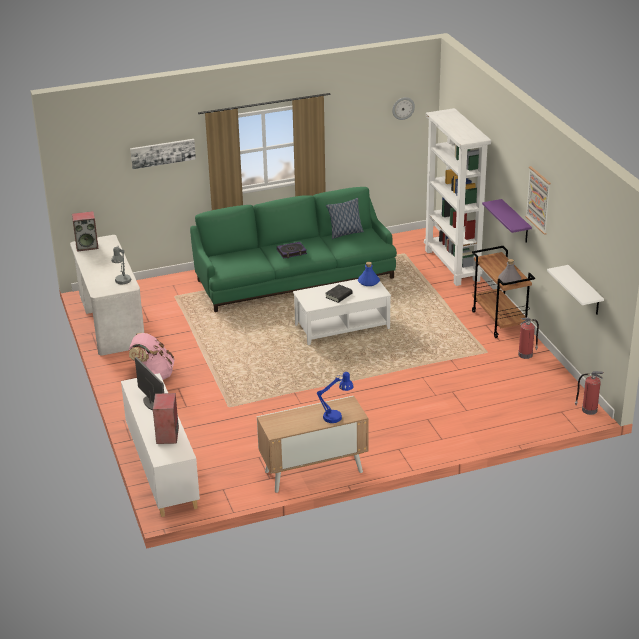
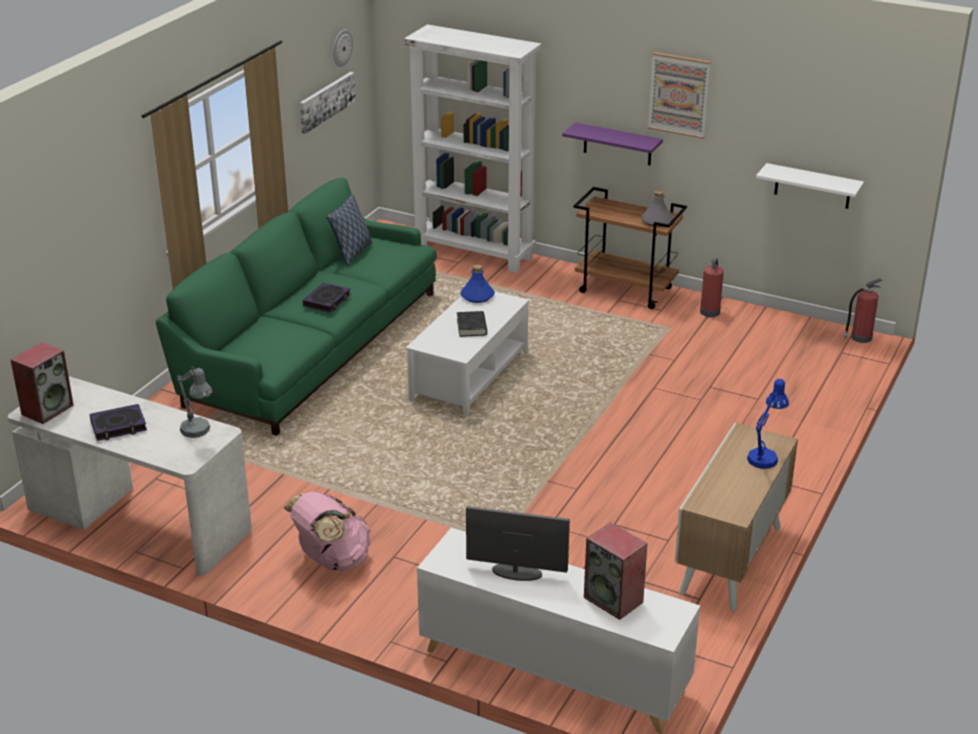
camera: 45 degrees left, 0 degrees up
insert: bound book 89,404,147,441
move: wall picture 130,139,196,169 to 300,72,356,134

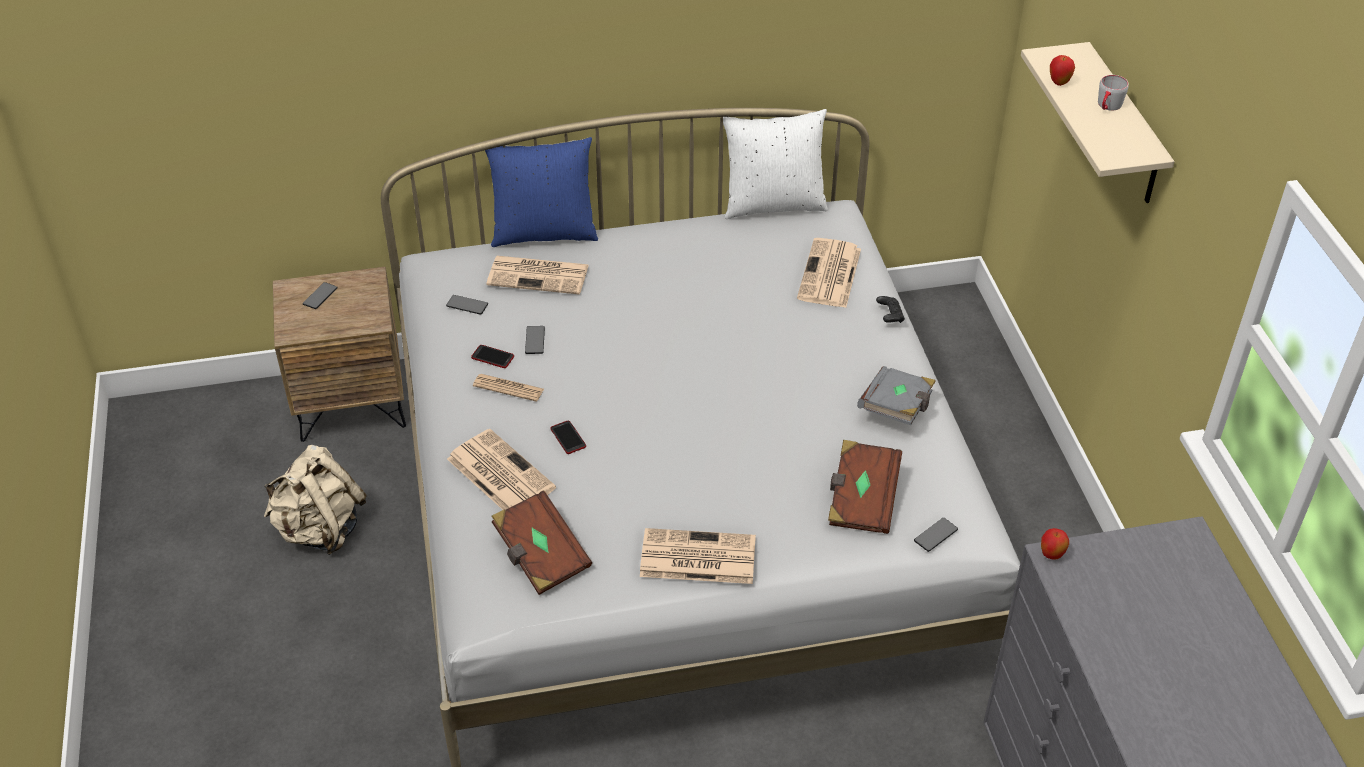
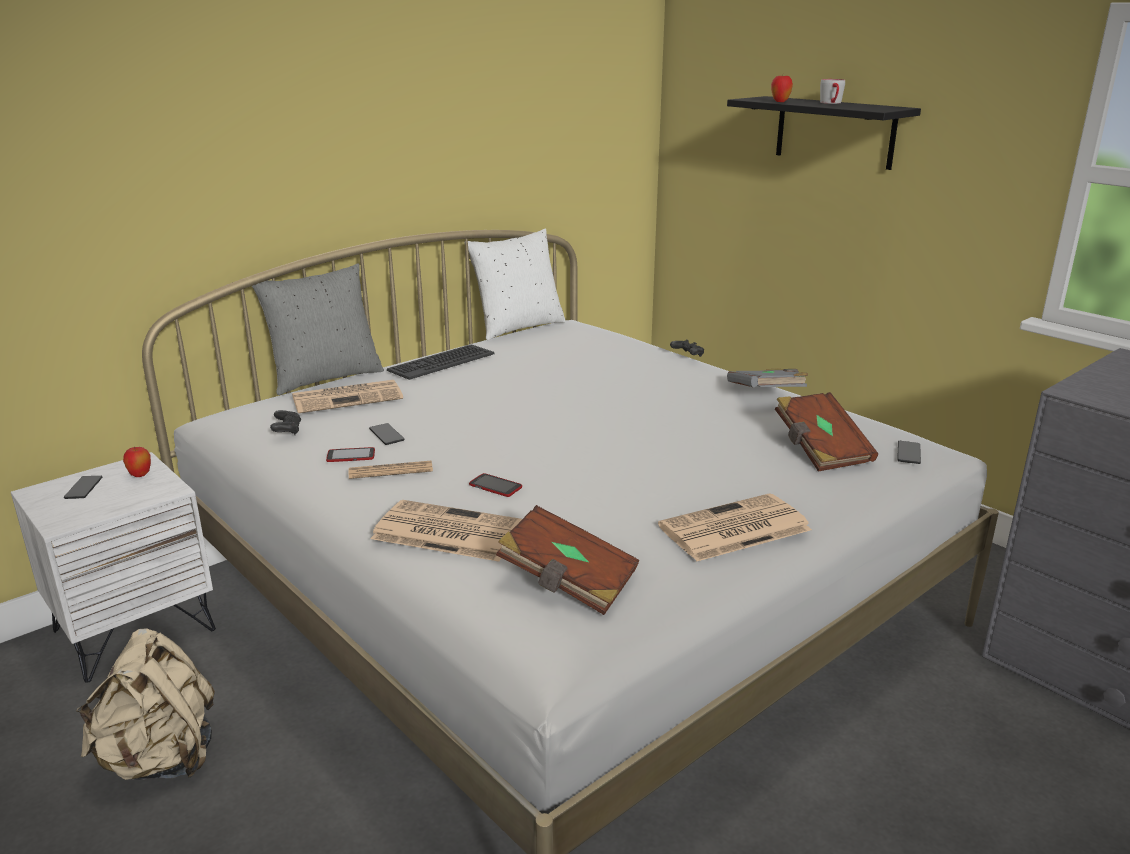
camera: 30 degrees left, 20 degrees down
delete: printed paper 797,238,861,308
insert: keyboard 387,344,495,380
move: apple 1041,528,1069,560 to 123,447,151,477
replace: phone 446,295,488,315 to black-coloured game controller 270,410,301,435
recolor: sand-coloured bracket shelf 1021,42,1175,203 to black-coloured bracket shelf 727,96,921,170; bluish cushion 485,137,598,247 to gray cushion 252,263,384,395; brown-coloured nightstand 273,267,406,442 to white nightstand 11,452,216,683

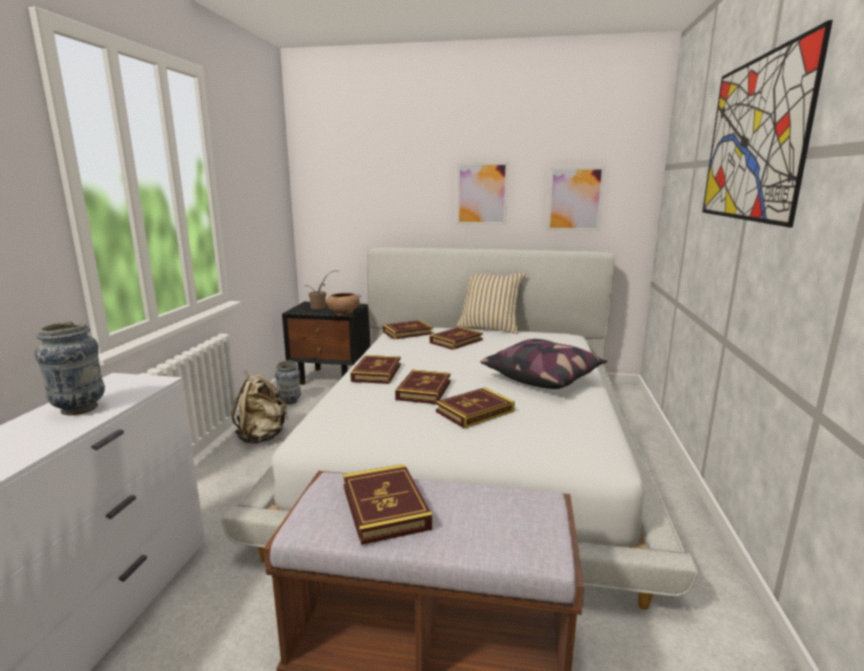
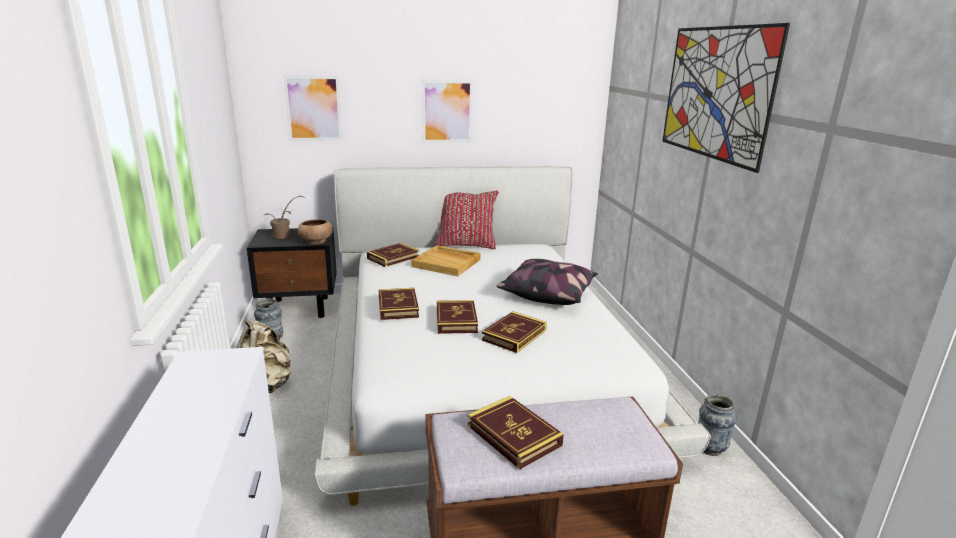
camera: 20 degrees left, 5 degrees up
move: wall picture 547,167,605,231 to 283,75,343,141; vase 35,321,105,415 to 698,394,737,456
replace: bound book 429,327,483,350 to sand-coloured serving tray 412,245,481,276
recolor: sand-coloured cushion 456,273,526,334 to red-coloured cushion 435,191,499,249

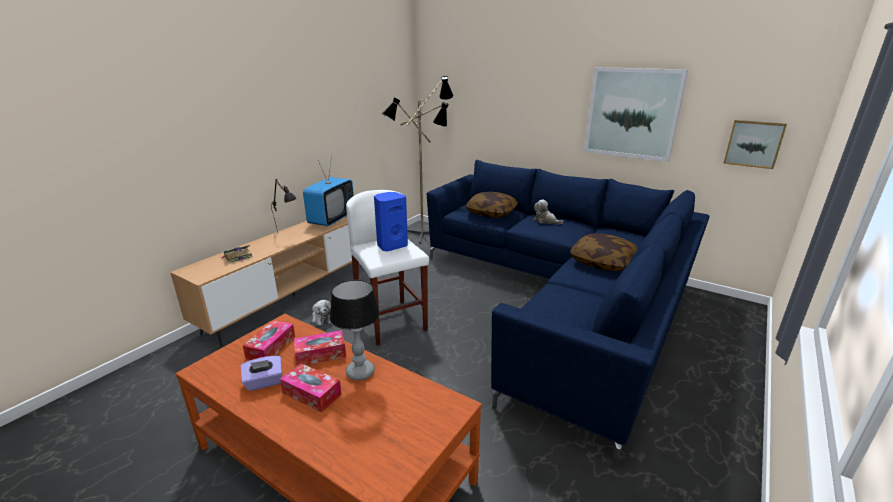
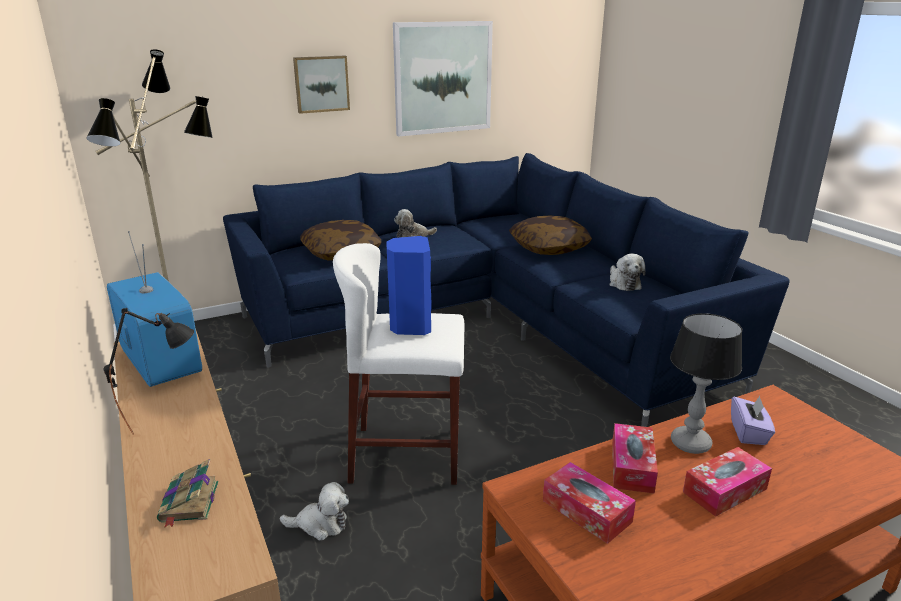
camera: 60 degrees left, 0 degrees up
insert: cuddly toy 610,254,646,291
move: wall picture 723,120,787,169 to 293,56,350,114; purple-coloured tissue box 241,356,282,391 to 731,396,775,445

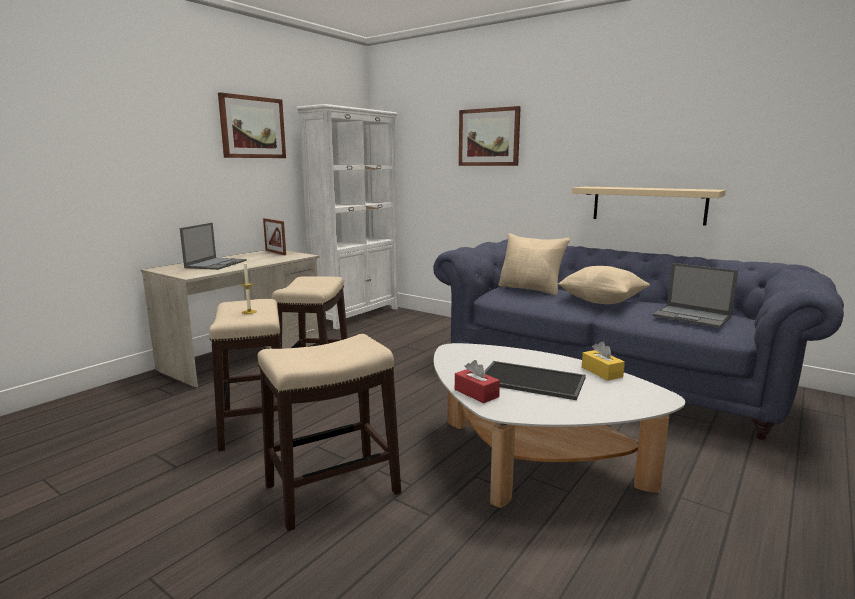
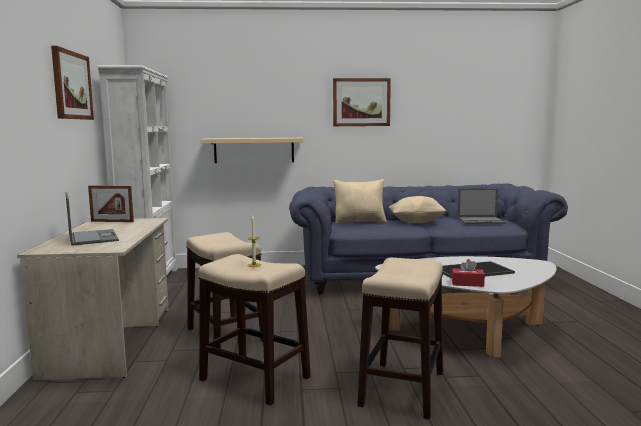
camera: 40 degrees left, 5 degrees down
delete: yellow tissue box 582,341,625,381
move: wall picture 459,106,521,166 to 333,78,391,126; sand-coloured bracket shelf 572,187,726,226 to 200,138,304,163

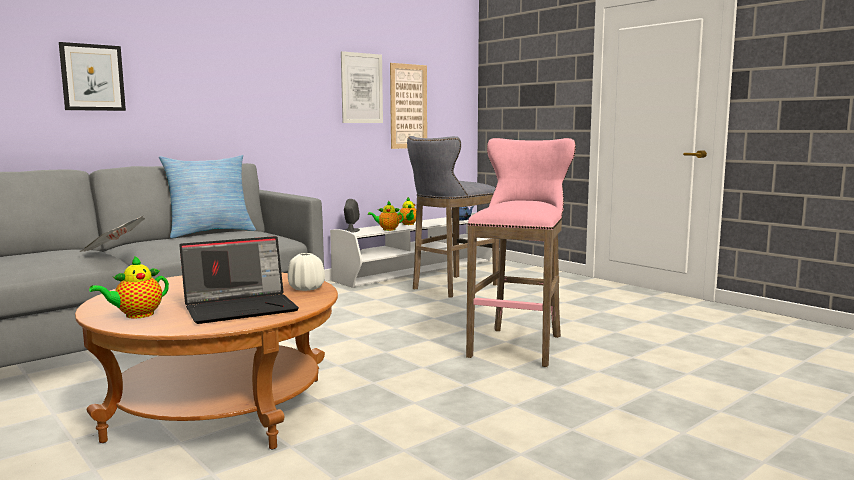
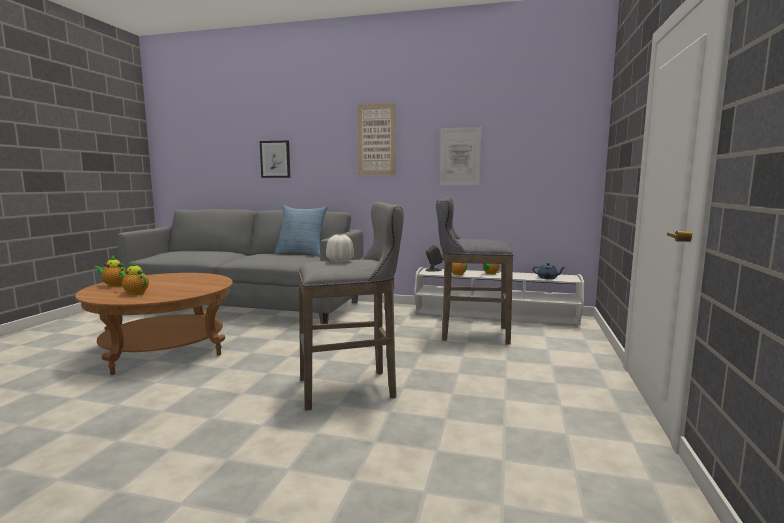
camera: 55 degrees right, 0 degrees up
delete: printed paper 79,216,145,252
move: wall picture 390,63,427,149 to 358,103,395,175; white vase 288,253,325,291 to 326,234,354,262
replace: portable computer 179,236,299,324 to teapot 119,261,149,295
recolor: pink-coloured stool 466,138,576,367 to gray stool 298,202,404,411

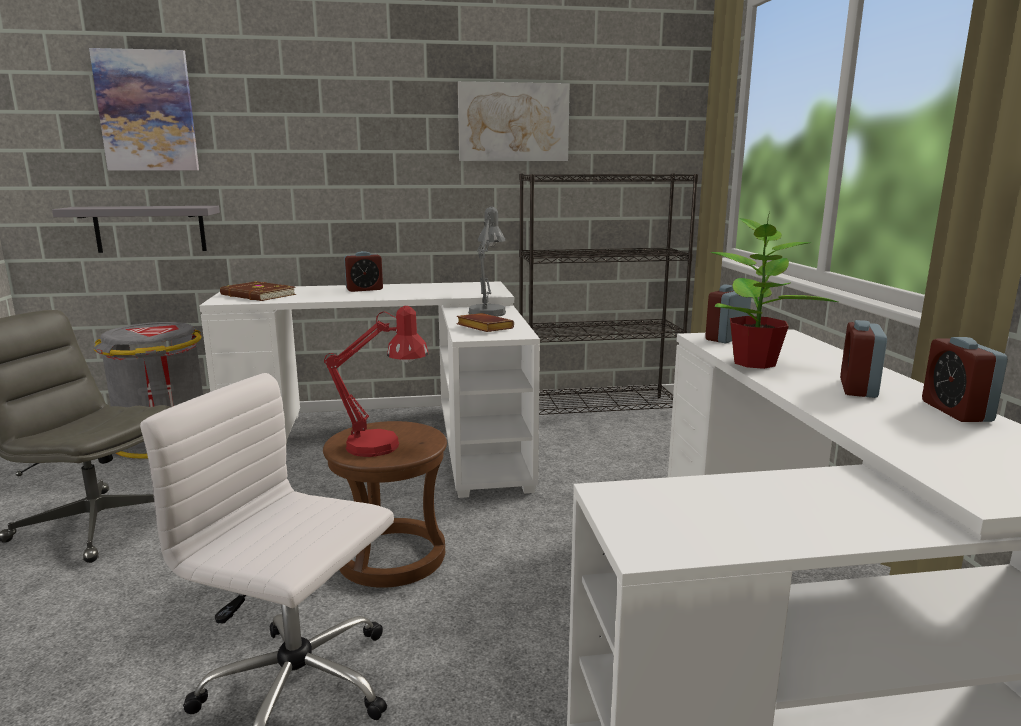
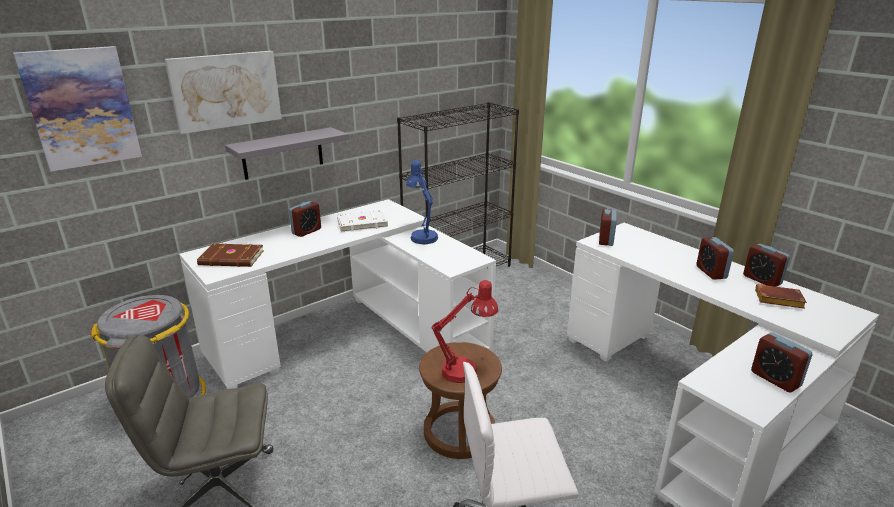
camera: 30 degrees left, 10 degrees up
delete: plant in a pot 710,212,838,369
insert: white bound book 337,210,388,232; table clock 751,333,813,393
move: wall picture 458,81,570,161 to 165,51,282,134; gray bracket shelf 52,206,220,253 to 225,127,349,180; brown-coloured bound book 457,313,514,332 to 755,284,807,309
recolor: gray tabletop lamp 468,207,506,317 to bluish tabletop lamp 406,160,438,244

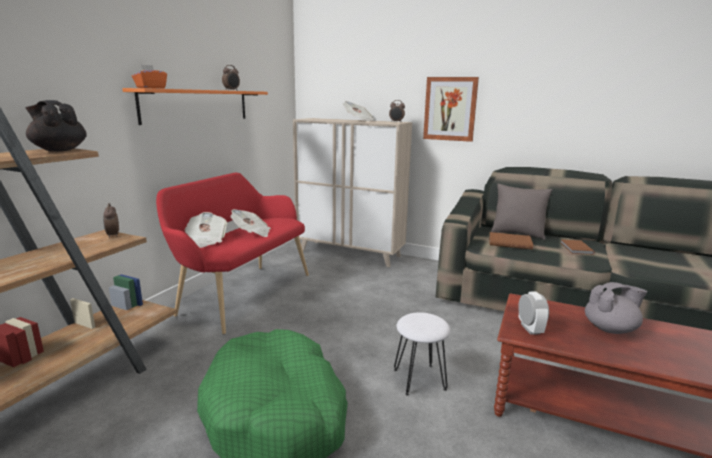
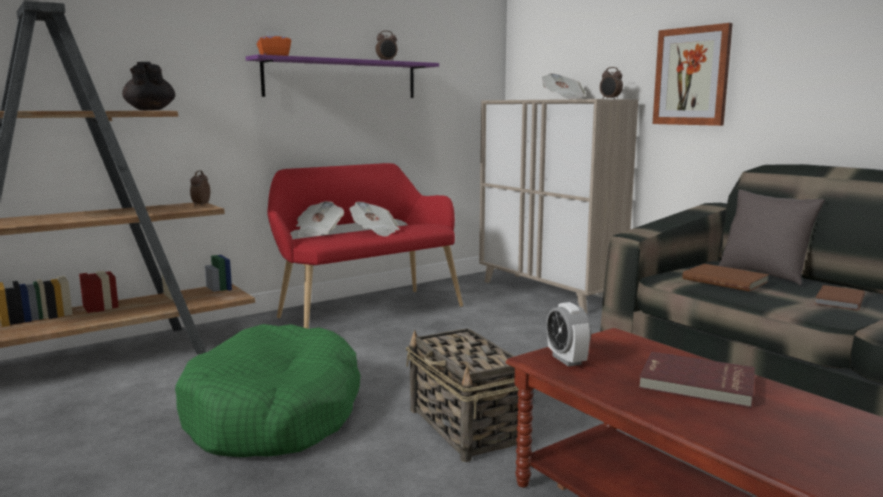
camera: 30 degrees right, 5 degrees down
replace: gray teapot 585,282,647,334 to red-coloured bound book 639,352,755,408; white stool 394,312,451,395 to storage basket 406,328,519,462
recolor: orange-coloured bracket shelf 122,88,268,125 to purple-coloured bracket shelf 246,54,439,98
rotate: table clock 518,292,549,335 = 546,302,591,367 135 degrees clockwise

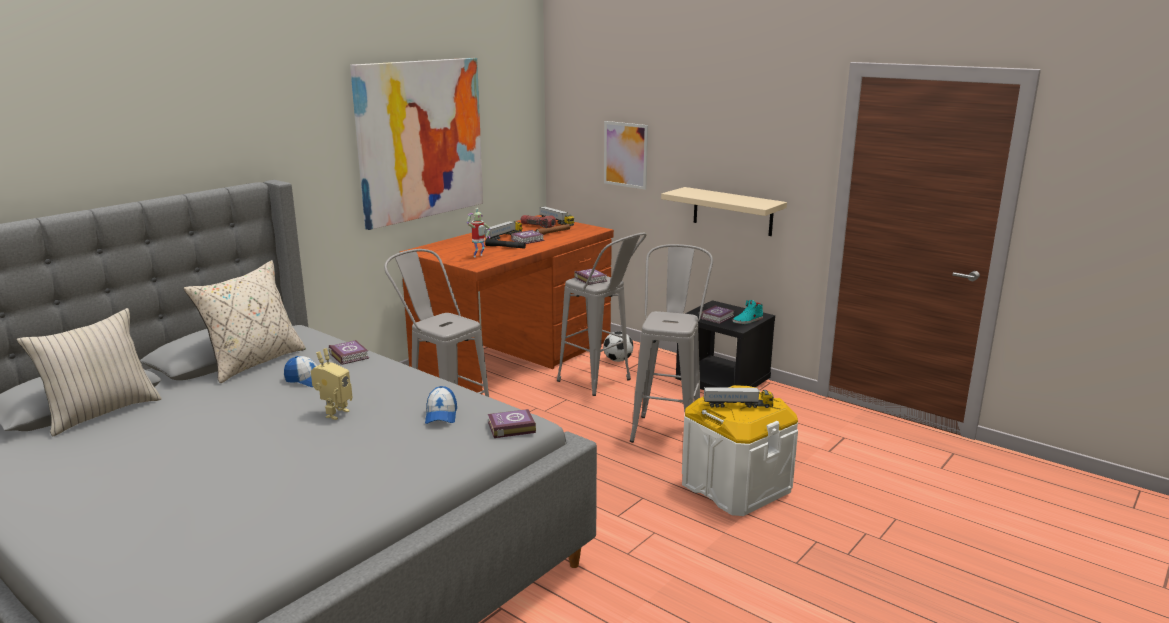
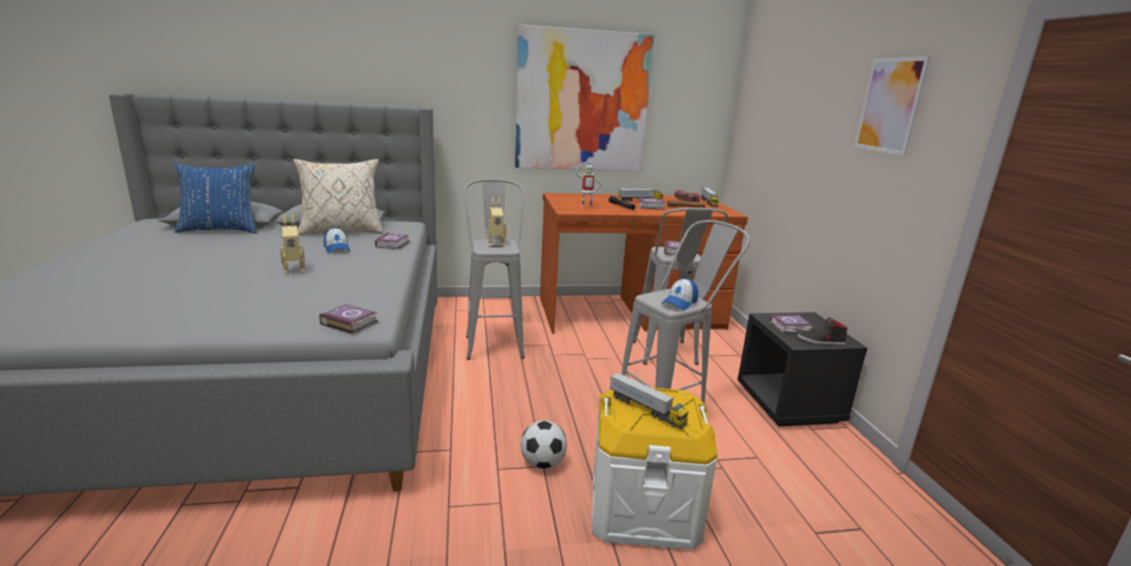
camera: 40 degrees right, 0 degrees up
delete: sand-coloured bracket shelf 661,187,787,236
insert: robot figure 488,197,506,246
move: wall picture 604,121,648,190 to 854,56,931,156; football 603,331,633,362 to 521,421,567,469; peaked cap 425,386,457,424 to 661,278,699,310
recolor: turquoise-coloured item of footwear 732,300,763,324 to black-coloured item of footwear 798,318,848,345; sand-coloured cushion 17,308,162,436 to bluish cushion 174,163,257,233

